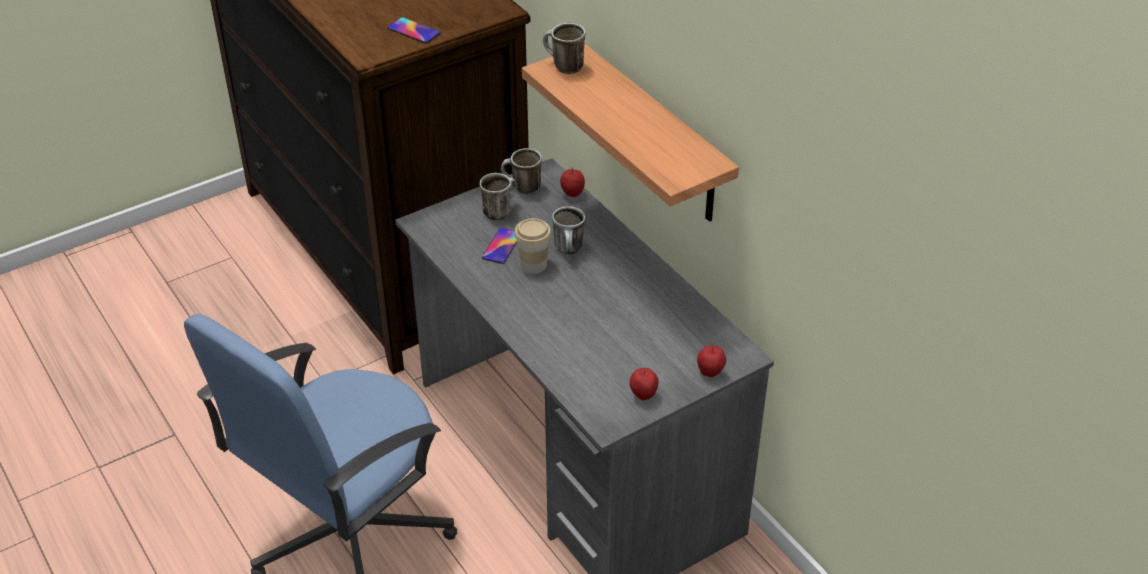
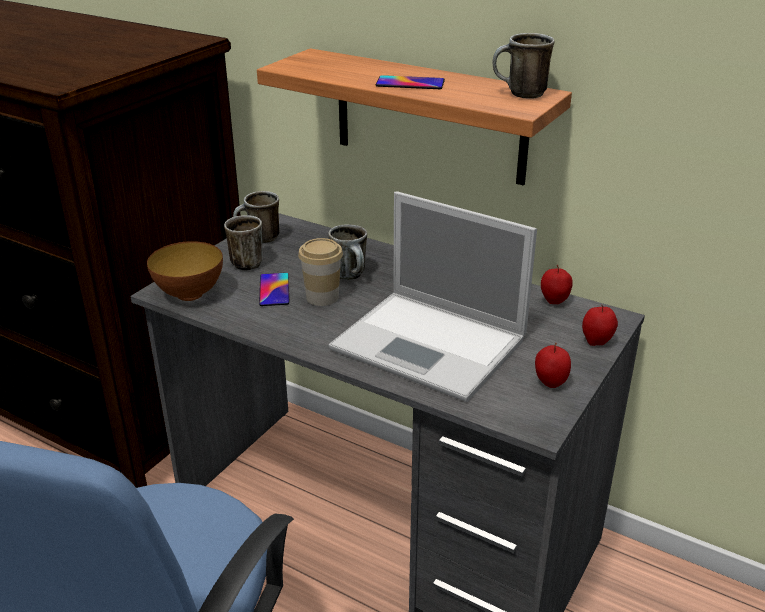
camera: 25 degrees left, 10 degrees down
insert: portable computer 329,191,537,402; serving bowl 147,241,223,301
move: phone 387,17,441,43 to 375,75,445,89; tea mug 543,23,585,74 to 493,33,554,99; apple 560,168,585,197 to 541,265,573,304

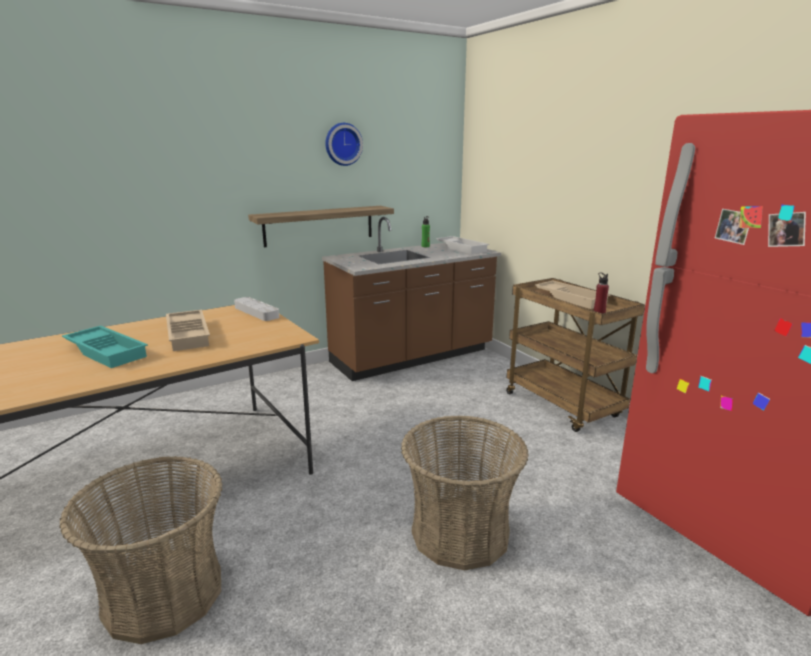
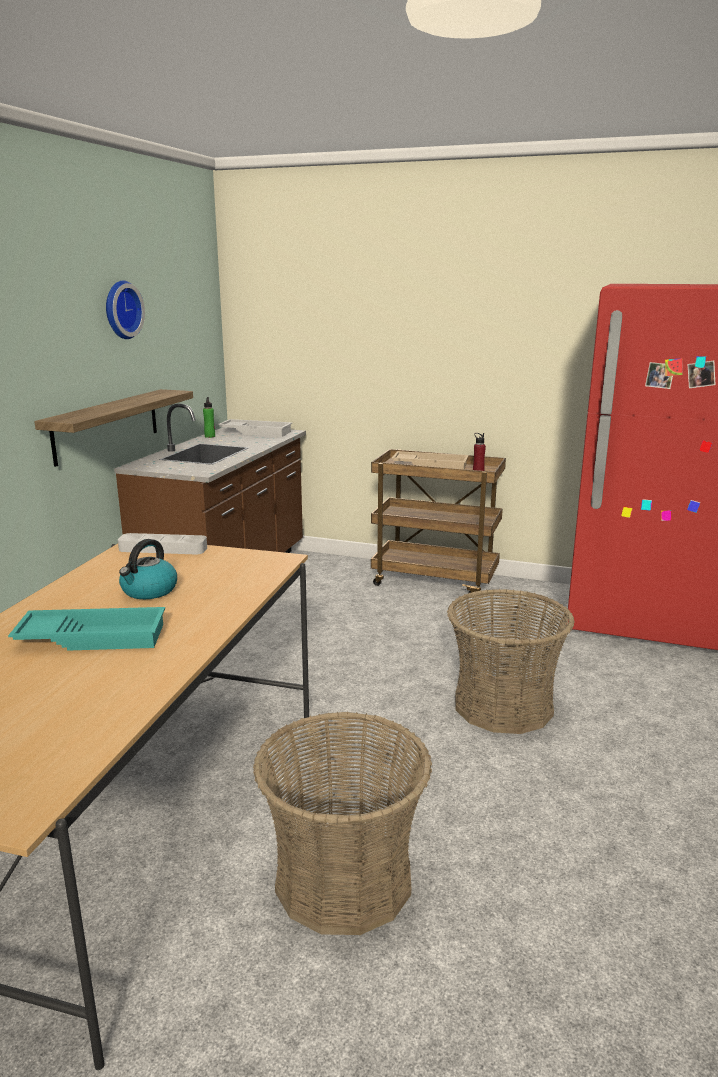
camera: 40 degrees left, 0 degrees up
replace: sand-coloured serving tray 166,310,210,351 to water kettle 119,539,177,599

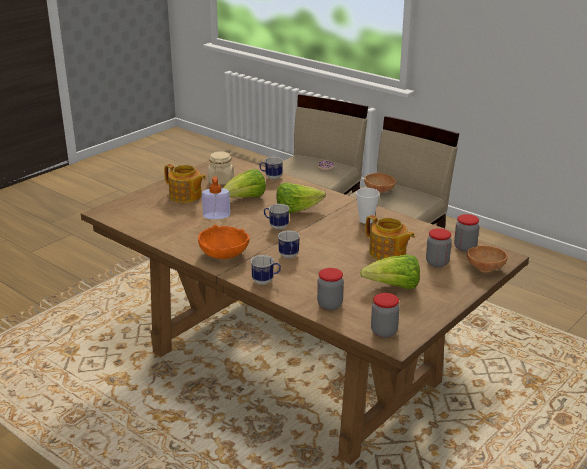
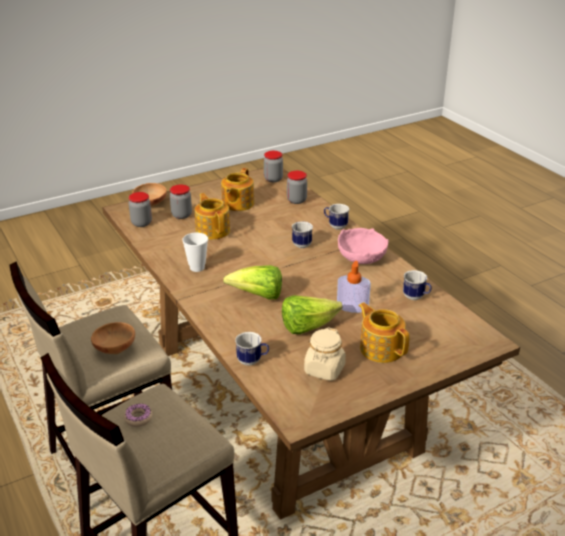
camera: 160 degrees left, 5 degrees up
move: tea mug 264,204,289,230 to 403,270,432,300
replace: head of lettuce 360,255,420,289 to teapot 221,168,254,211
recolor: orange-coloured serving bowl 198,225,250,259 to pink-coloured serving bowl 338,228,388,264

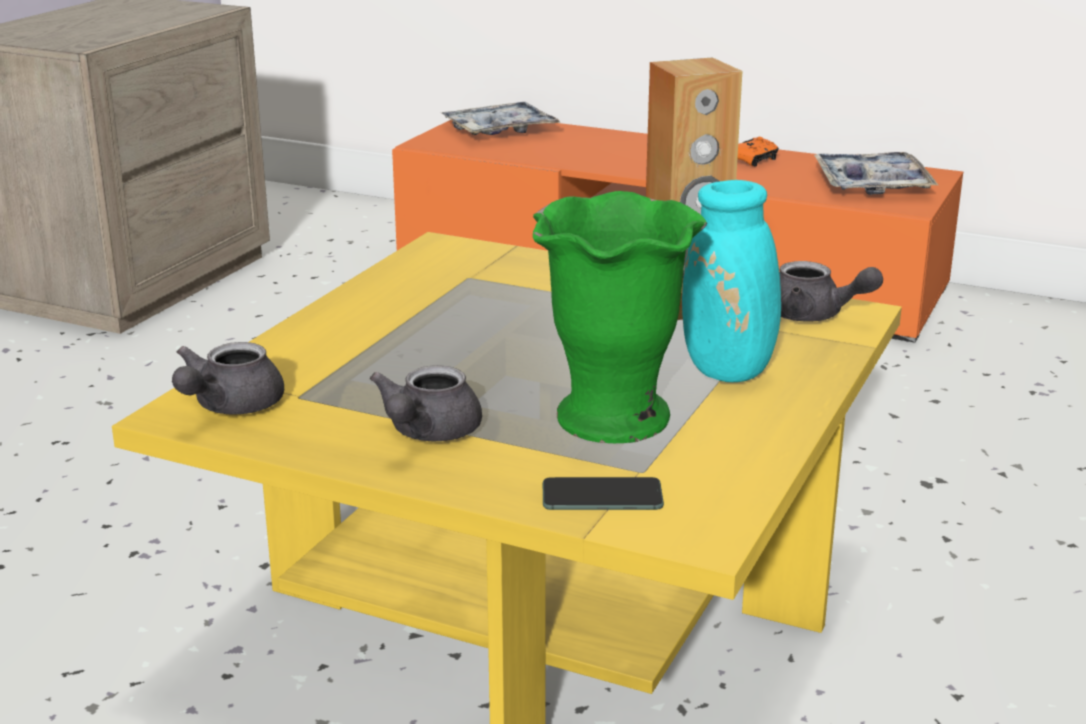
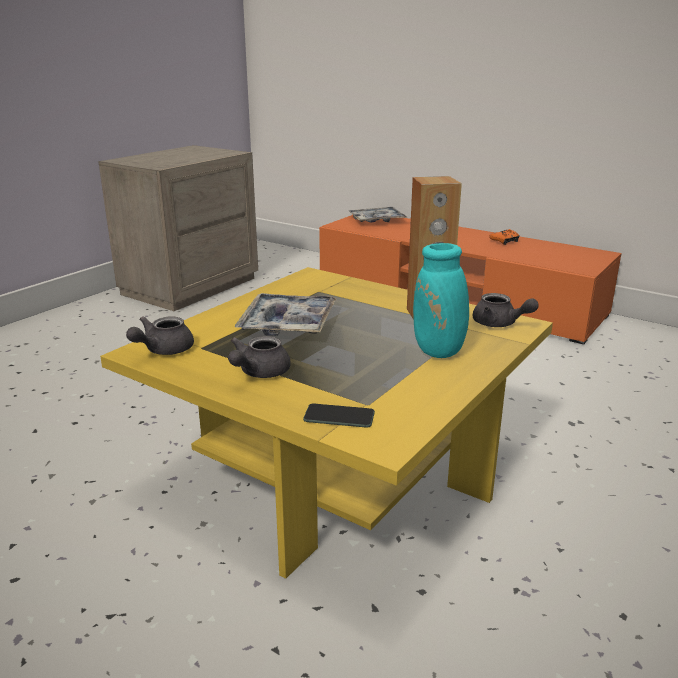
camera: 10 degrees right, 0 degrees up
delete: green vase 533,191,707,443
move: serving tray 814,152,938,195 to 234,293,337,336

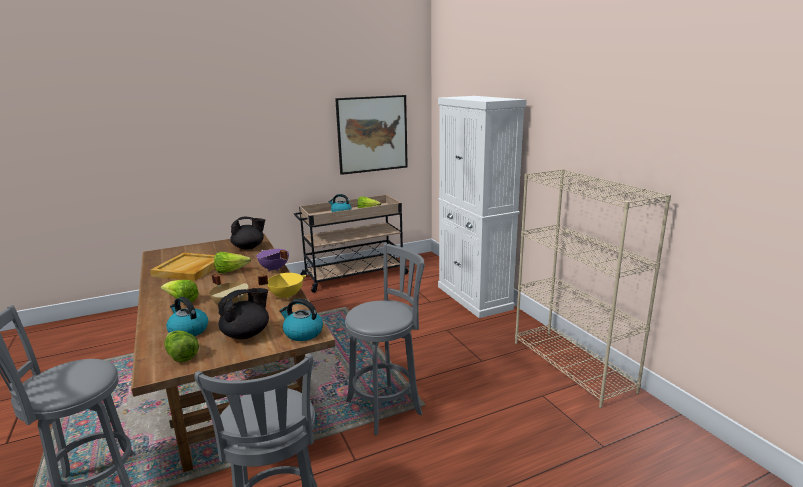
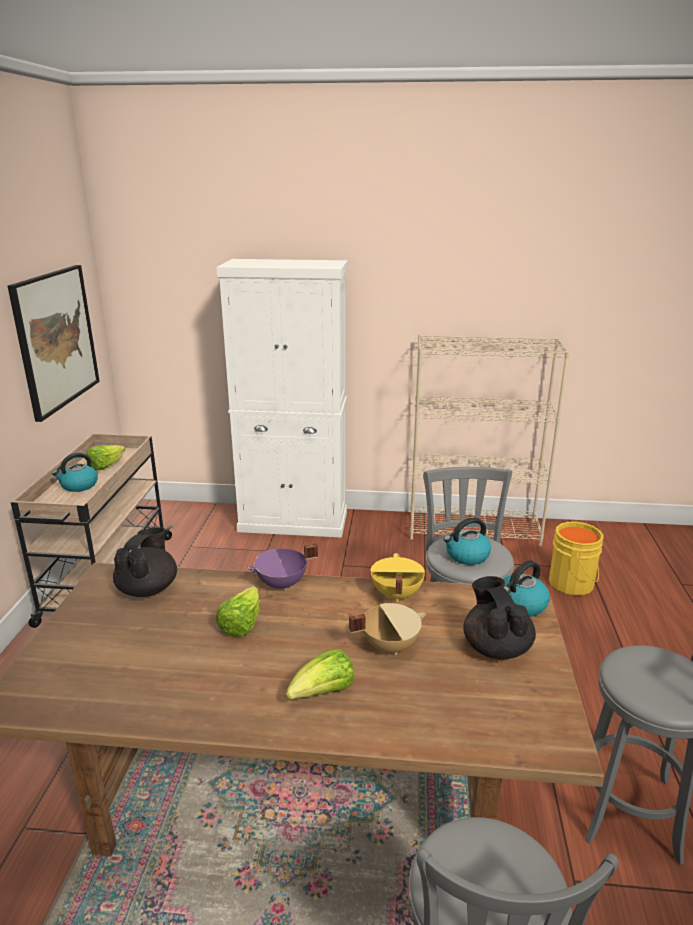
camera: 60 degrees left, 5 degrees up
delete: sand-coloured serving tray 150,253,215,281; head of lettuce 164,330,199,362
insert: yellow pail 549,522,604,596
move: water kettle 166,297,208,336 to 444,517,491,565

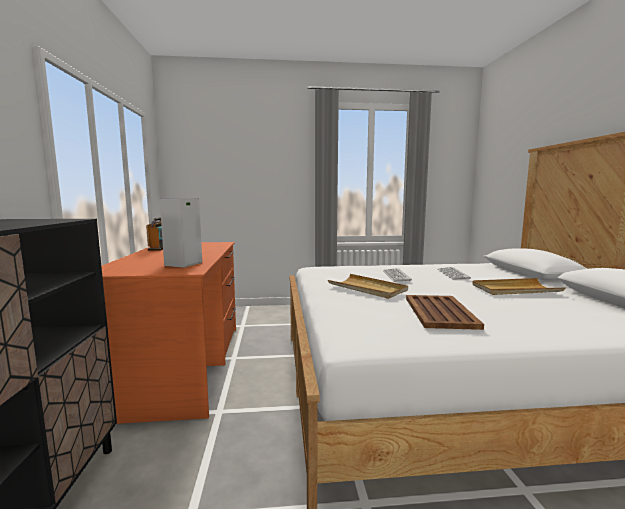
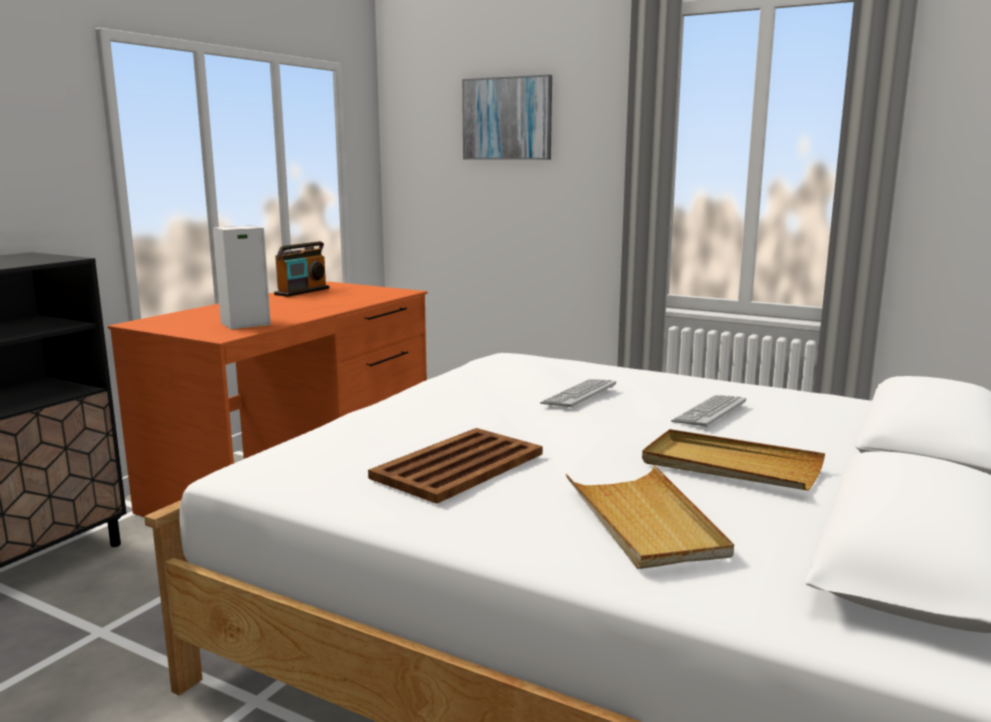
camera: 35 degrees right, 5 degrees up
insert: wall picture 462,75,552,160
move: sand-coloured serving tray 328,274,408,299 to 566,465,734,569

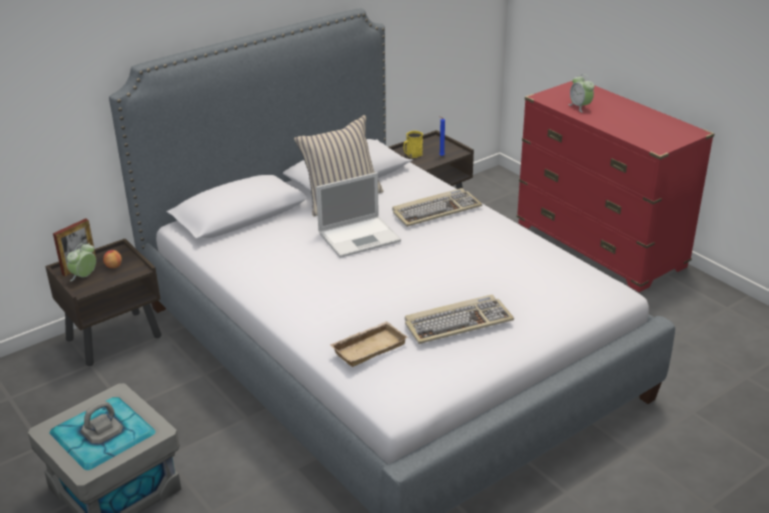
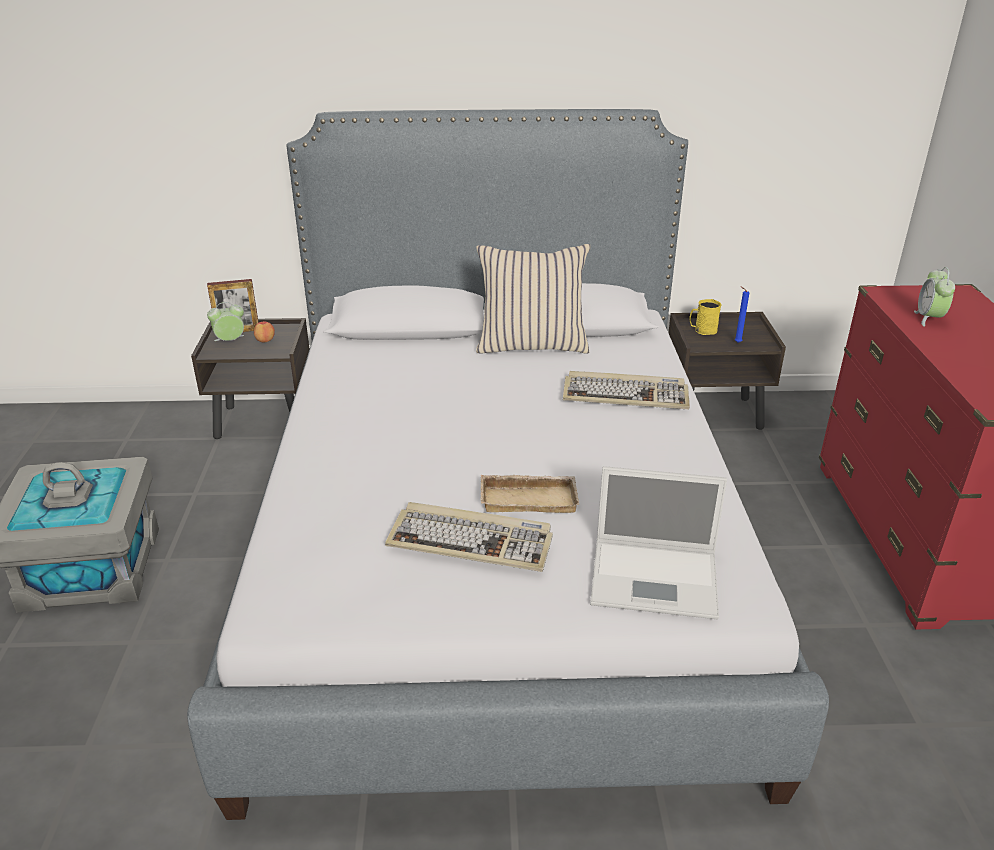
camera: 35 degrees right, 0 degrees up
move: portable computer 316,172,401,258 to 590,466,727,620; sand-coloured serving tray 330,321,408,367 to 480,475,579,513

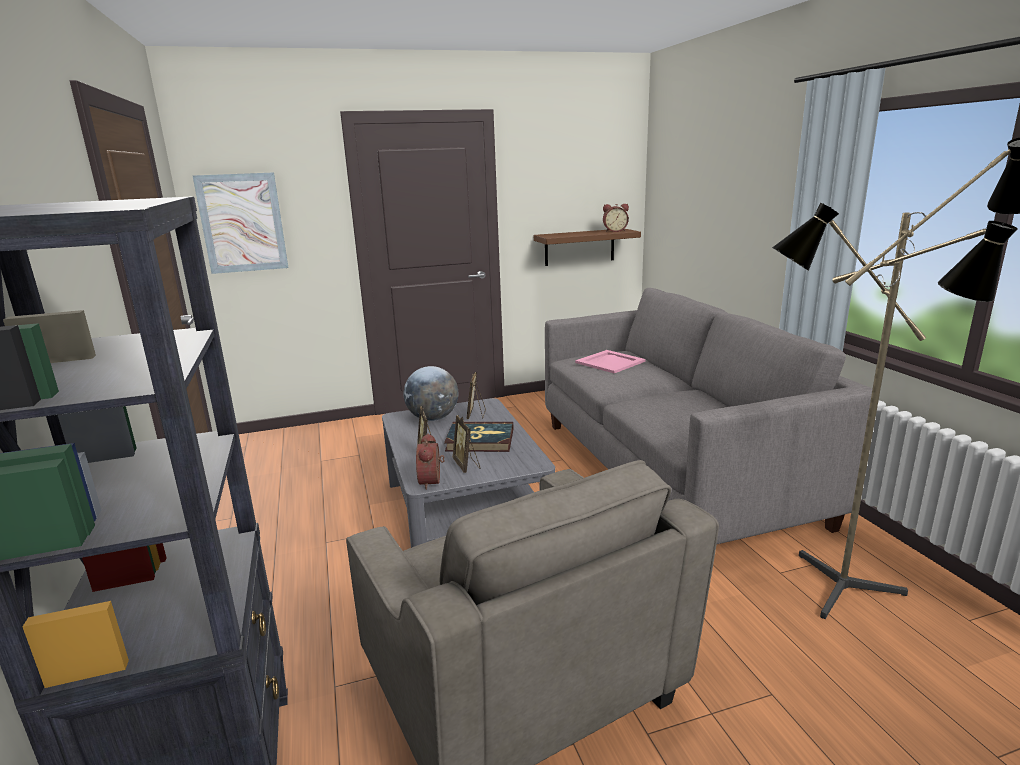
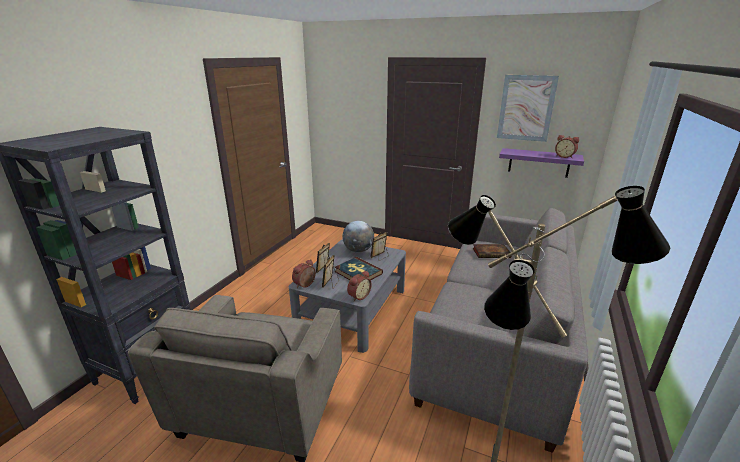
camera: 40 degrees right, 5 degrees up
insert: table clock 347,271,372,301
move: wall picture 193,172,289,274 to 497,75,559,142
replace: pink-coloured serving tray 575,350,646,373 to bound book 473,244,511,258
recolor: brown-coloured bracket shelf 534,229,641,266 to purple-coloured bracket shelf 499,148,584,178

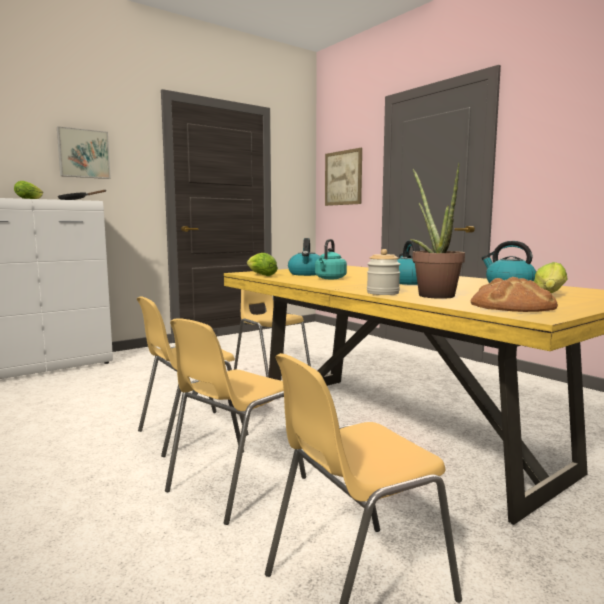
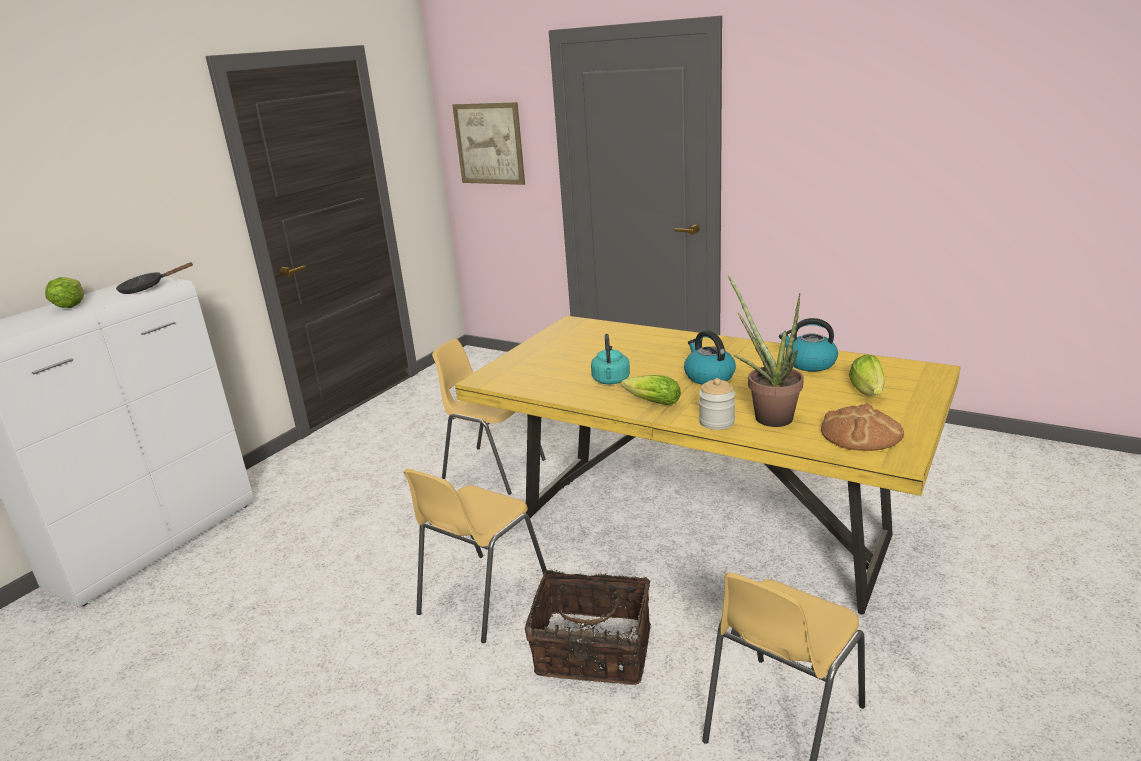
camera: 20 degrees left, 15 degrees up
delete: wall picture 57,126,111,179; water kettle 288,238,321,276
move: head of lettuce 247,253,278,276 to 621,375,681,405
replace: yellow upright chair 165,318,306,525 to storage basket 525,570,651,685

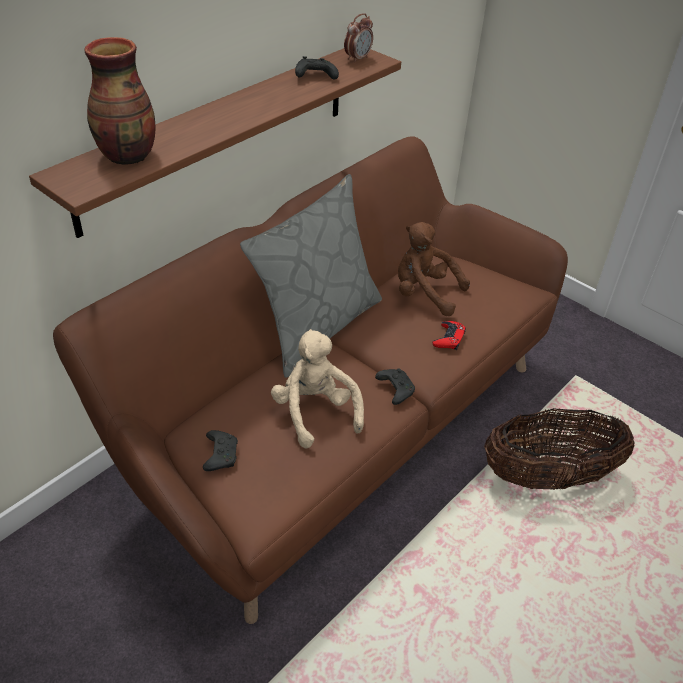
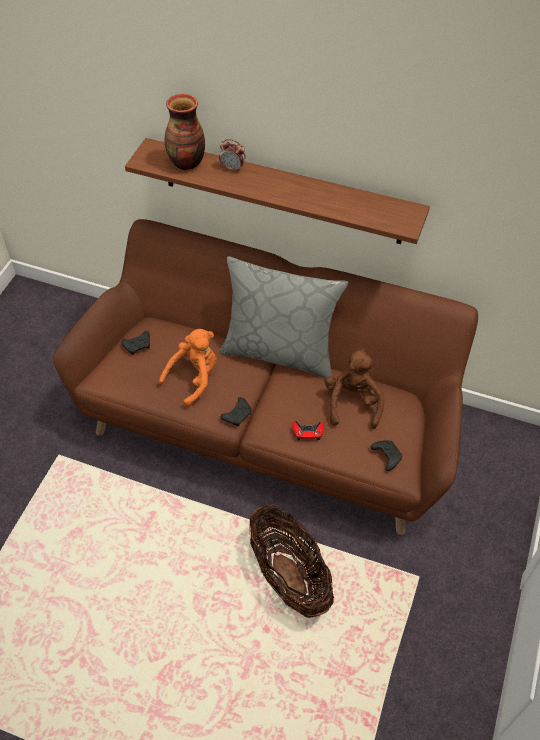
camera: 70 degrees right, 10 degrees up
move: table clock 344,13,373,63 to 219,139,246,172; black-coloured game controller 295,56,339,80 to 370,440,402,471
recolor: sand-coloured cuddly toy 271,329,364,448 to orange-coloured cuddly toy 159,329,217,407

